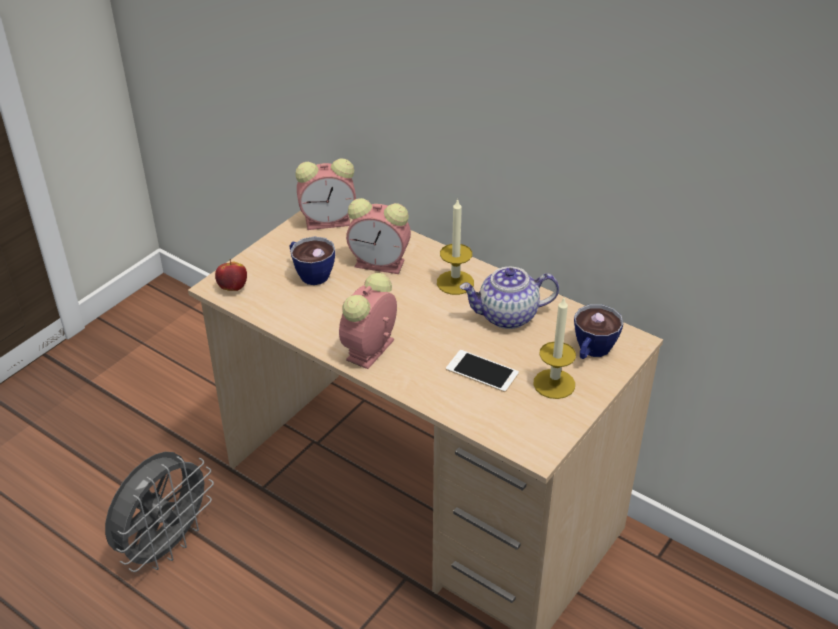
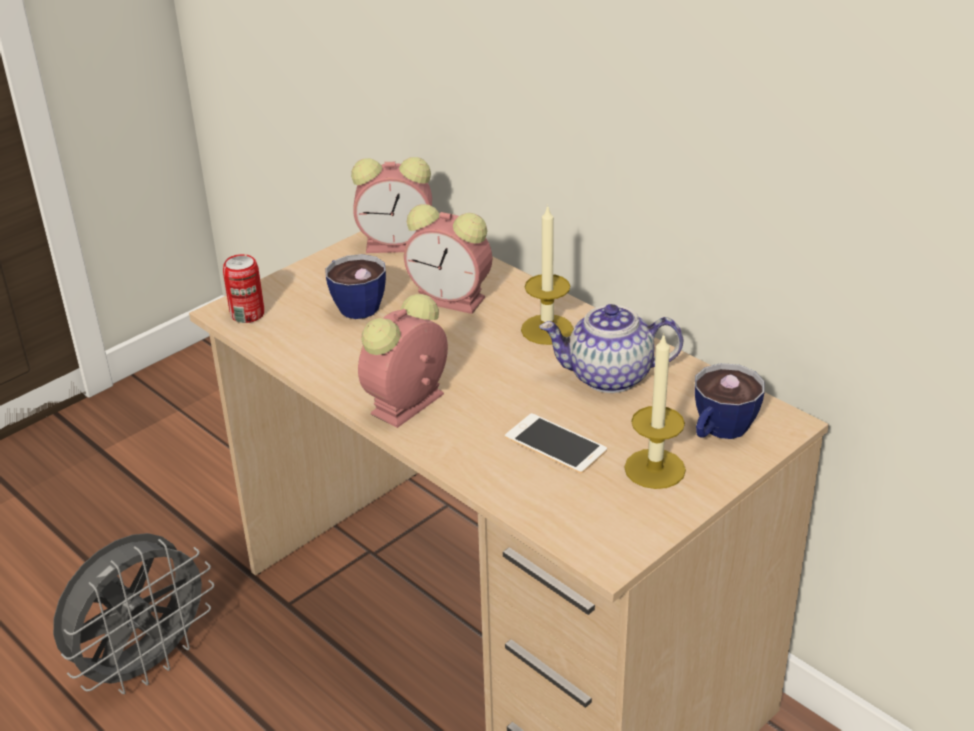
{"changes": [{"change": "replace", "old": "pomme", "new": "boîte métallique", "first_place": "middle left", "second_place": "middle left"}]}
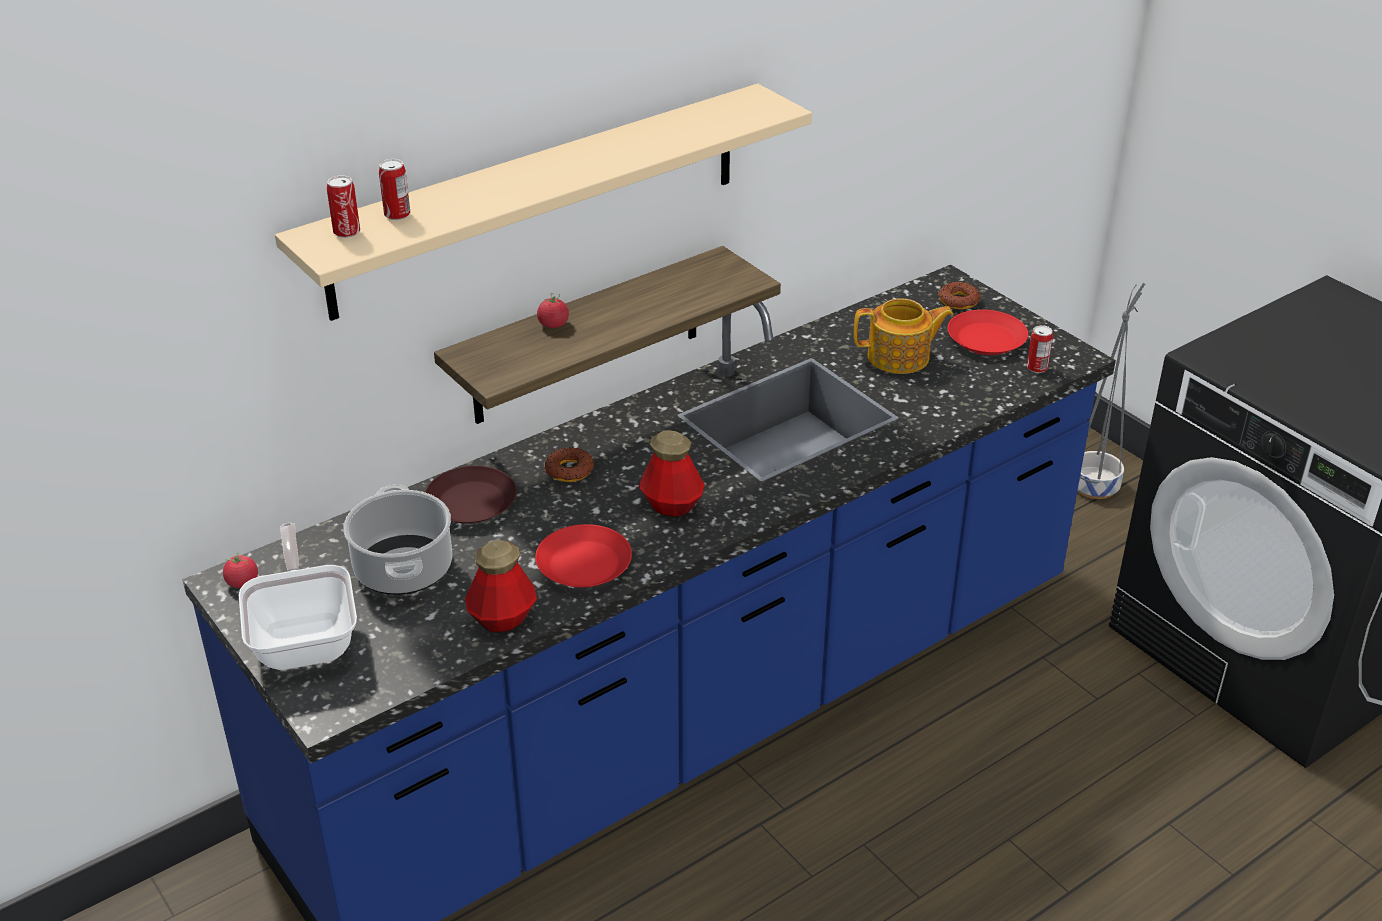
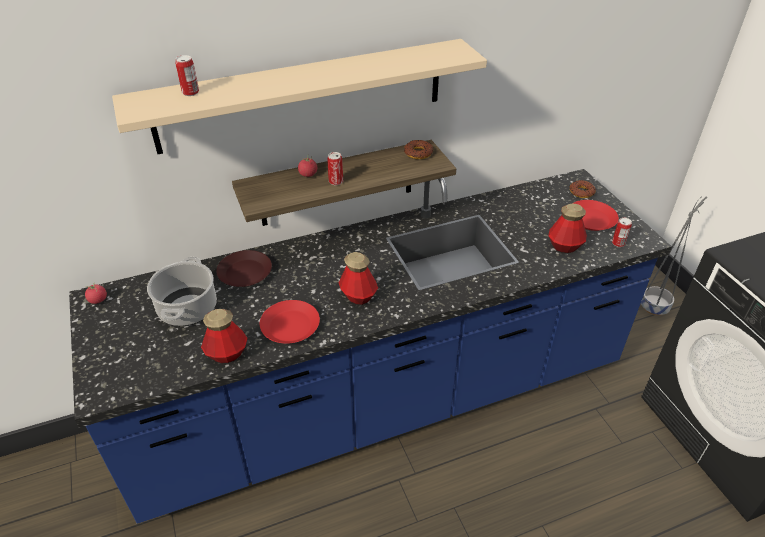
{"changes": [{"change": "move", "old": "boîte métallique (1st from left in the first image)", "new": "boîte métallique (2nd from left)", "first_place": "top left", "second_place": "top centre"}, {"change": "move", "old": "beignet (1st from left)", "first_place": "centre", "second_place": "top centre"}, {"change": "insert", "new": "bouteille (3rd from left)", "second_place": "middle right"}, {"change": "delete", "old": "poêle", "first_place": "middle left"}, {"change": "delete", "old": "théière", "first_place": "centre"}]}
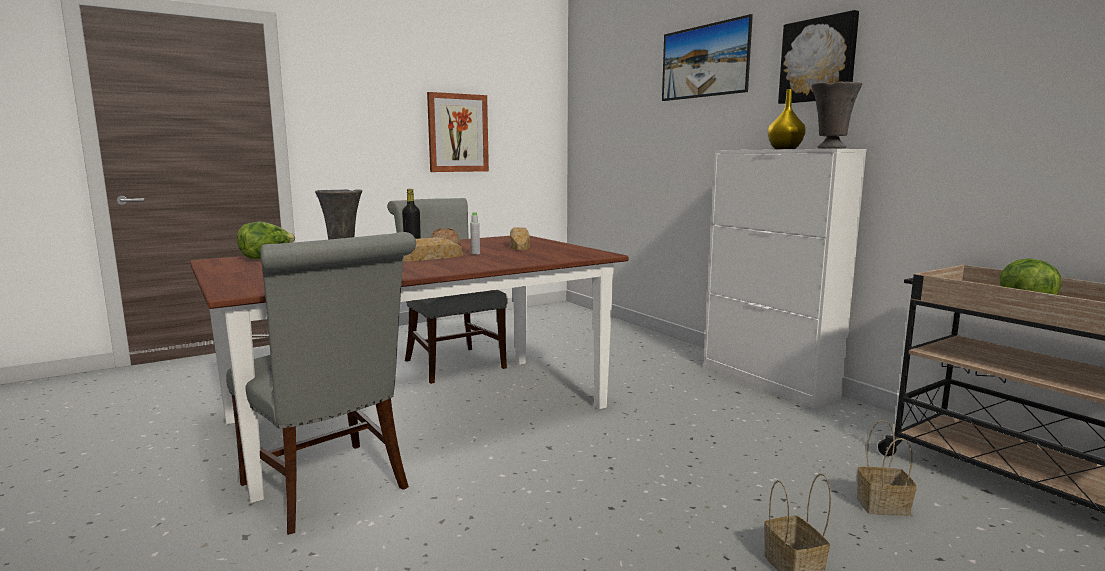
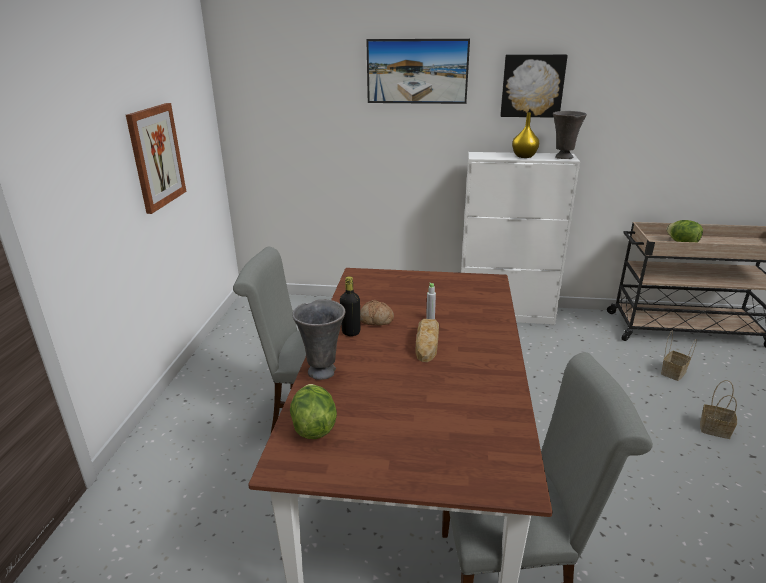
{"changes": [{"change": "delete", "old": "pain (3rd from left)", "first_place": "centre"}]}
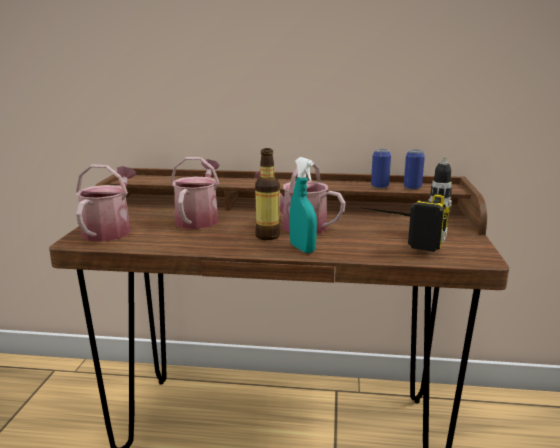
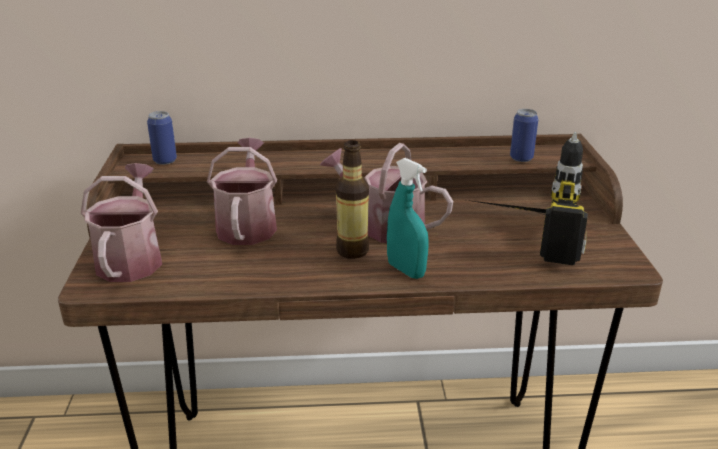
{"changes": [{"change": "move", "old": "boîte métallique (1st from left)", "first_place": "middle right", "second_place": "top left"}]}
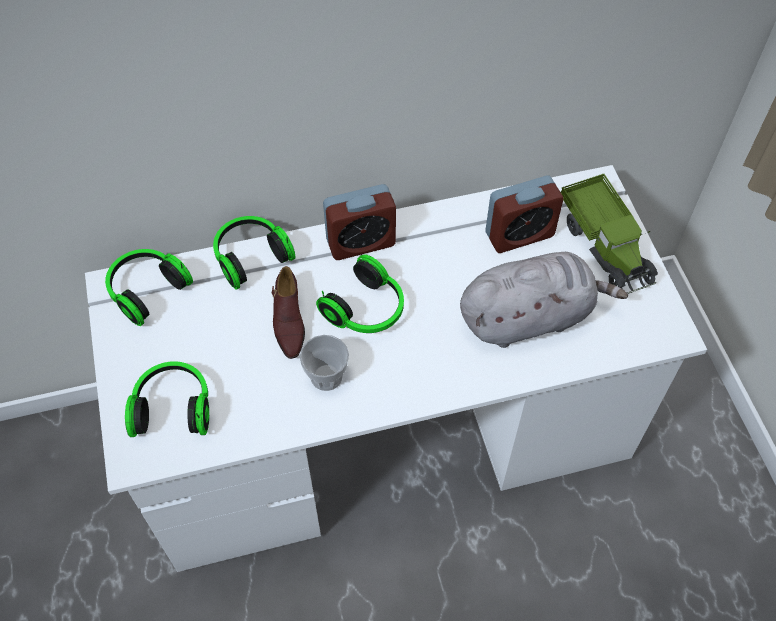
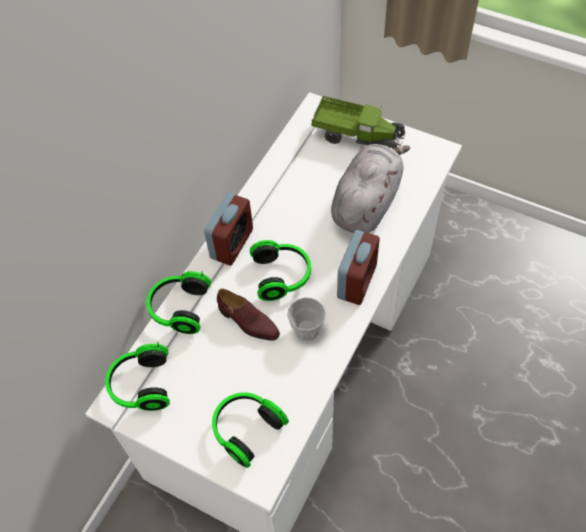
{"changes": [{"change": "move", "old": "réveil (2nd from left)", "first_place": "middle right", "second_place": "centre"}]}
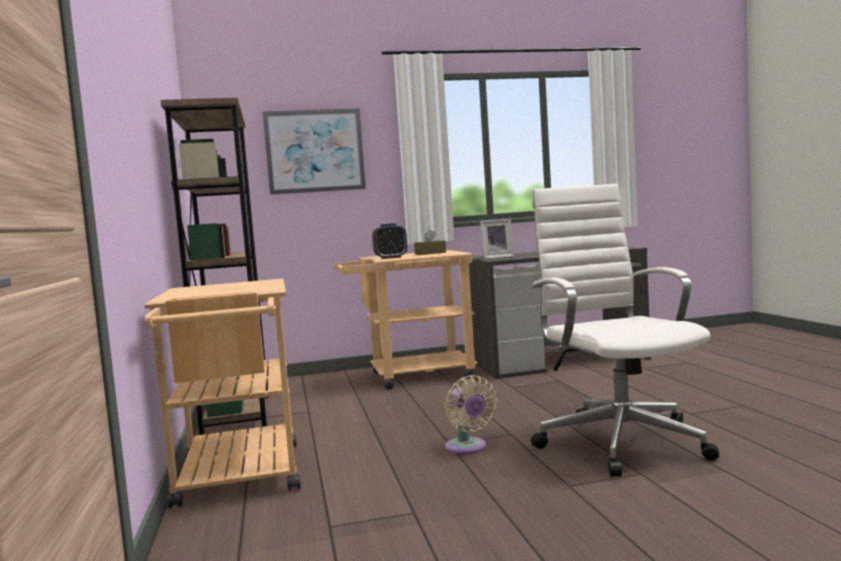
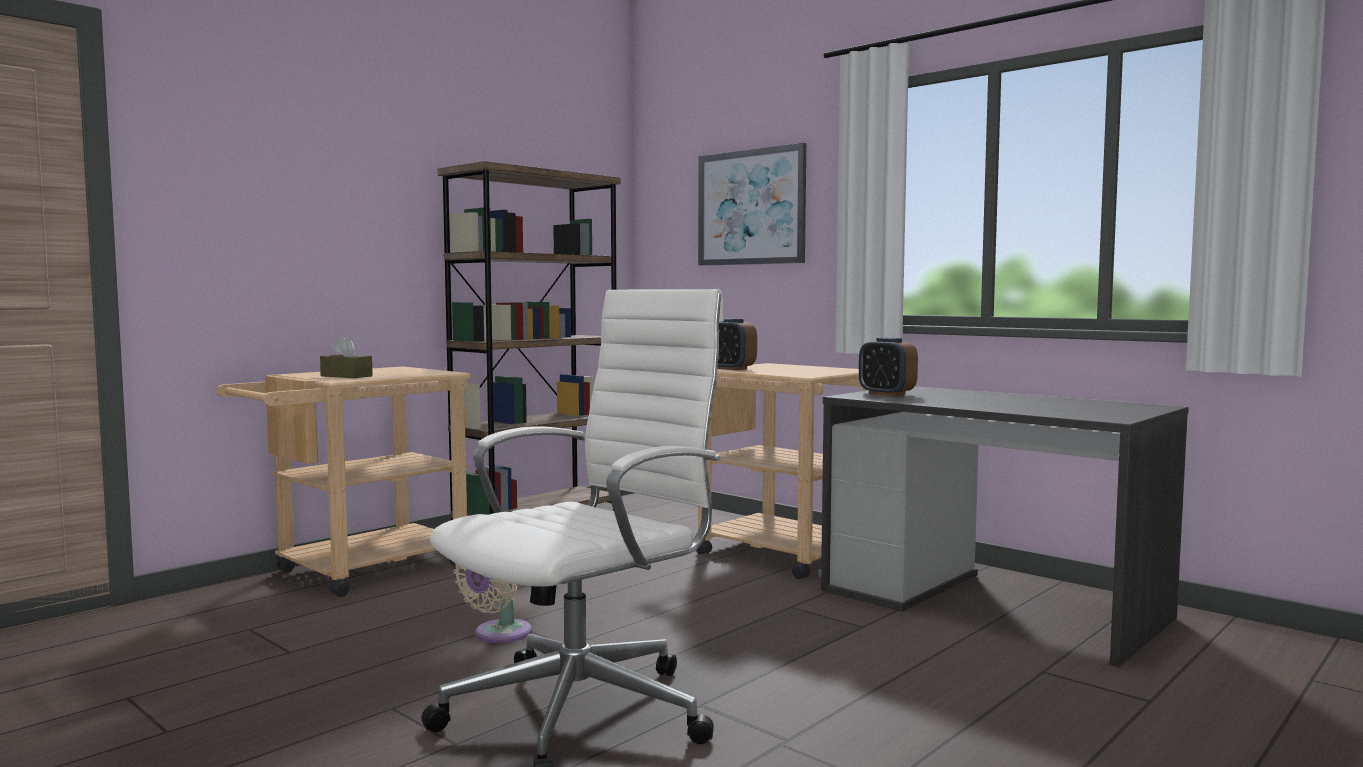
{"changes": [{"change": "move", "old": "boîte à mouchoirs/marron", "first_place": "centre", "second_place": "middle left"}, {"change": "replace", "old": "cadre photo", "new": "réveil (2nd from left)", "first_place": "centre", "second_place": "centre"}]}
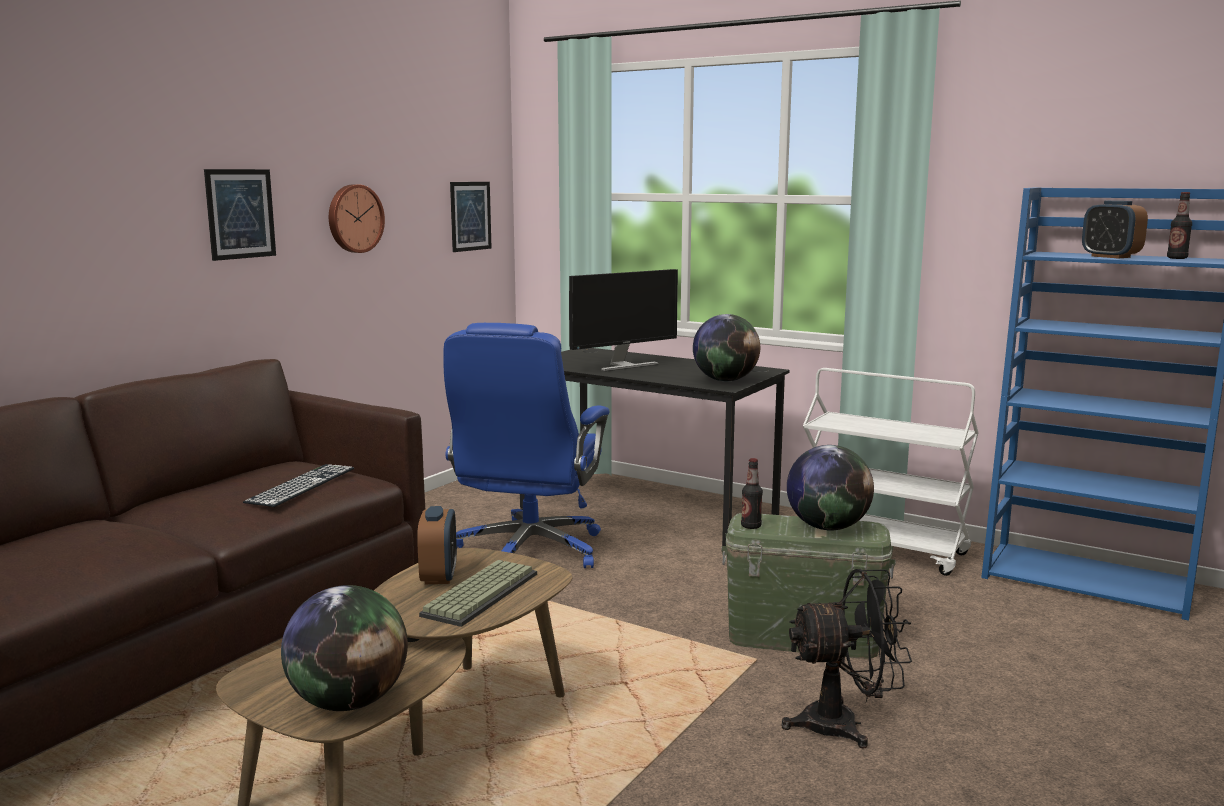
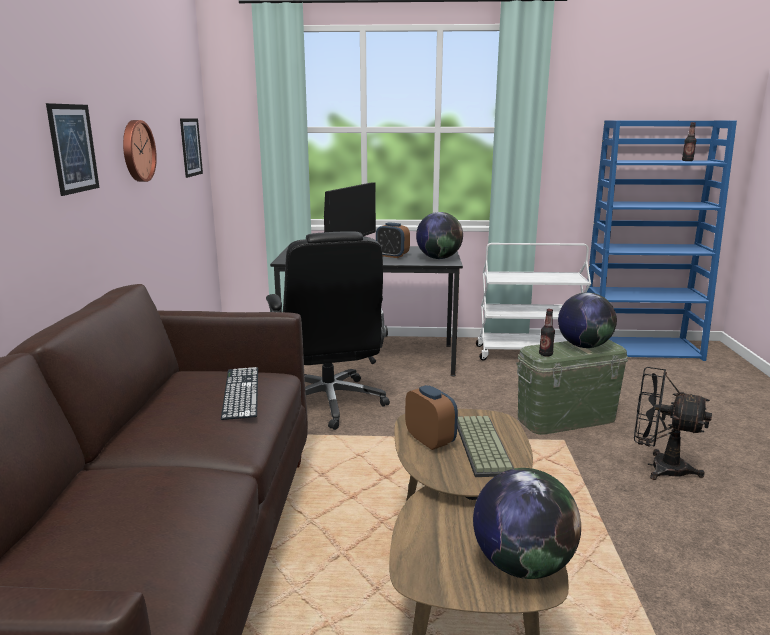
{"changes": [{"change": "recolor", "old": "chaise de bureau/bleu", "new": "chaise de bureau/noir", "first_place": "centre", "second_place": "centre"}, {"change": "move", "old": "réveil (2nd from left in the first image)", "new": "réveil (1st from left)", "first_place": "top right", "second_place": "centre"}, {"change": "rotate", "old": "ventilateur/noir", "first_place": "bottom right", "second_place": "middle right", "degrees": -120}]}
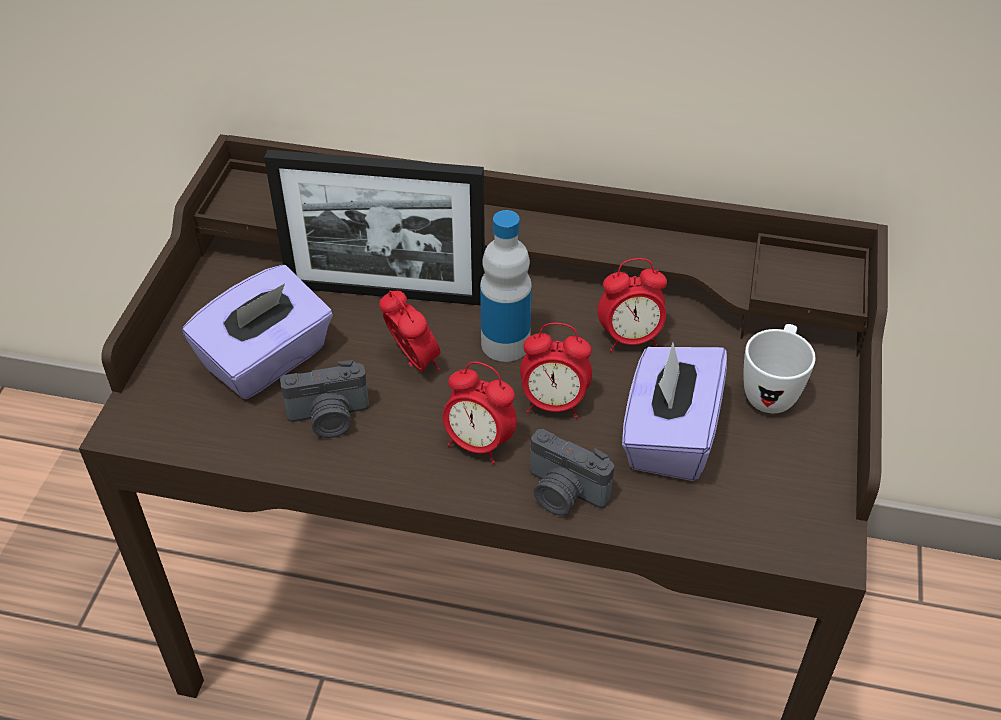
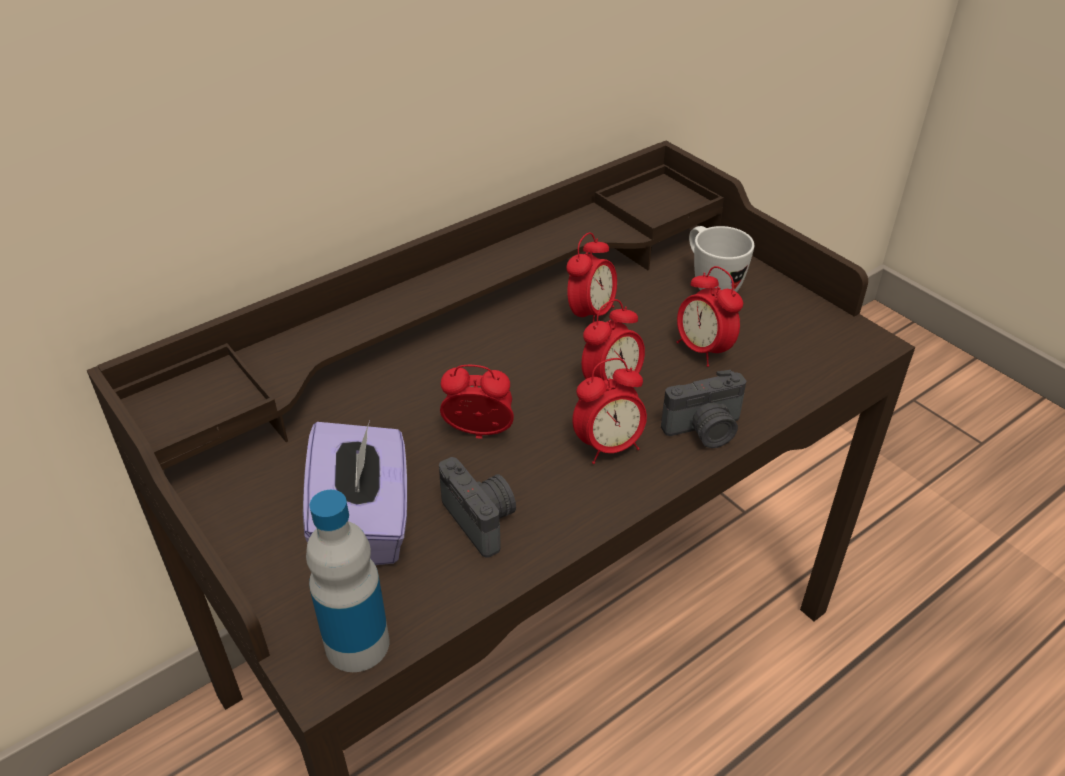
{"changes": [{"change": "move", "old": "bouteille", "first_place": "centre", "second_place": "bottom left"}, {"change": "rotate", "old": "appareil photo (1st from left)", "first_place": "middle left", "second_place": "centre", "degrees": -60}, {"change": "replace", "old": "boîte à mouchoirs/violet (2nd from left)", "new": "réveil (5th from left)", "first_place": "middle right", "second_place": "centre"}, {"change": "delete", "old": "cadre photo", "first_place": "top centre"}]}
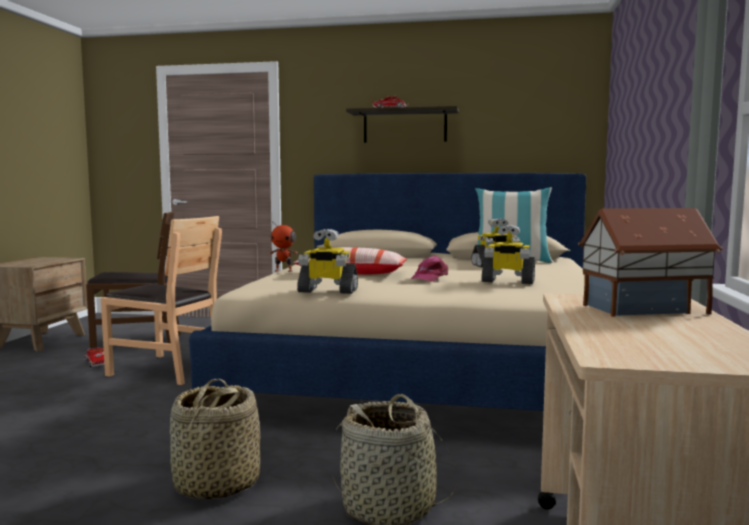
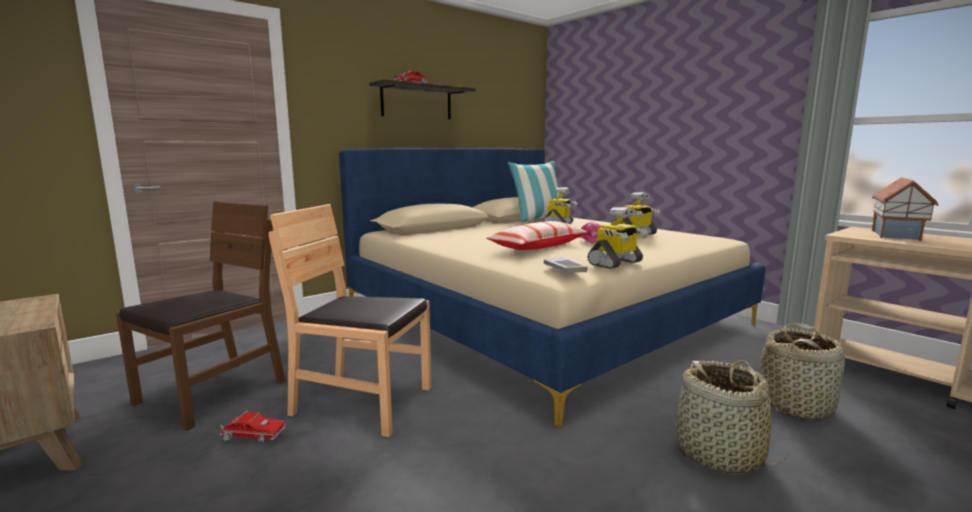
{"changes": [{"change": "rotate", "old": "chaise/marron (2nd from left)", "first_place": "middle left", "second_place": "centre", "degrees": -135}, {"change": "insert", "new": "livre", "second_place": "centre"}, {"change": "delete", "old": "robot jouet (1st from left)", "first_place": "centre"}]}
